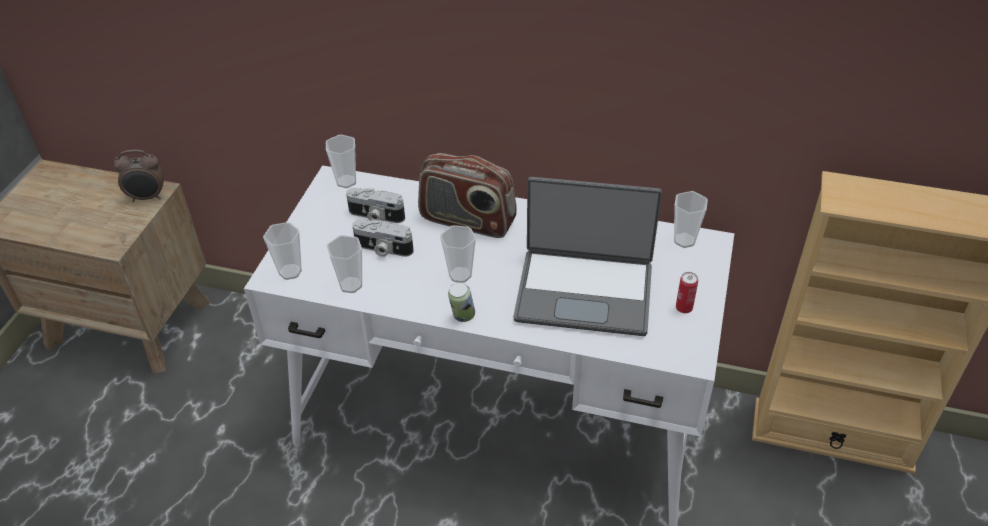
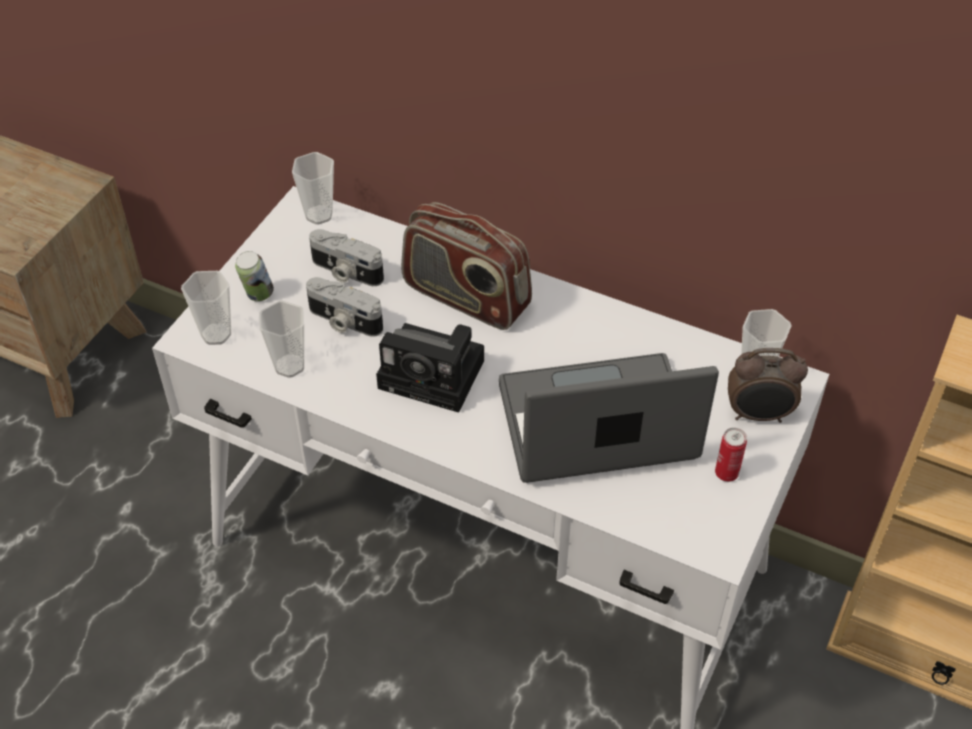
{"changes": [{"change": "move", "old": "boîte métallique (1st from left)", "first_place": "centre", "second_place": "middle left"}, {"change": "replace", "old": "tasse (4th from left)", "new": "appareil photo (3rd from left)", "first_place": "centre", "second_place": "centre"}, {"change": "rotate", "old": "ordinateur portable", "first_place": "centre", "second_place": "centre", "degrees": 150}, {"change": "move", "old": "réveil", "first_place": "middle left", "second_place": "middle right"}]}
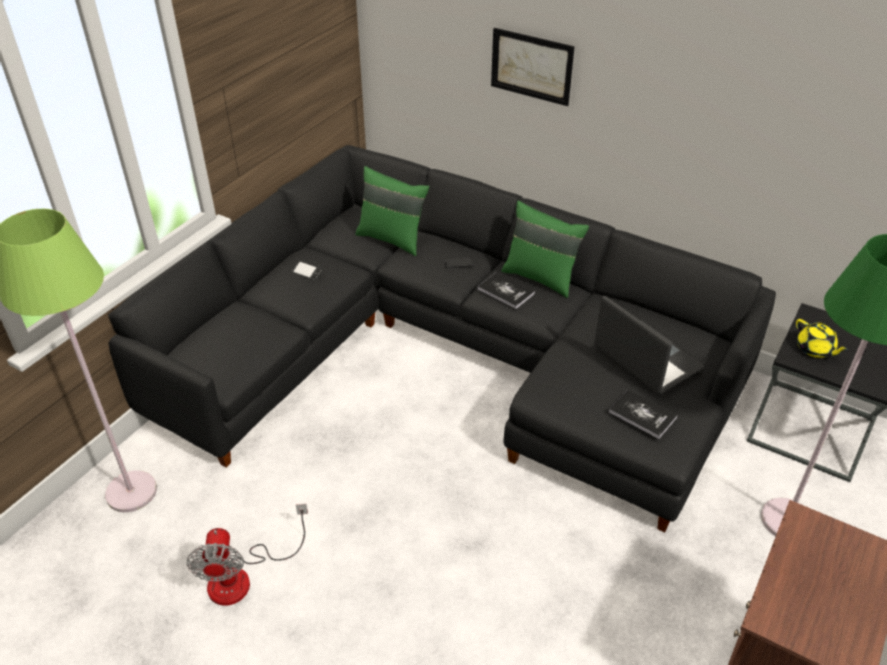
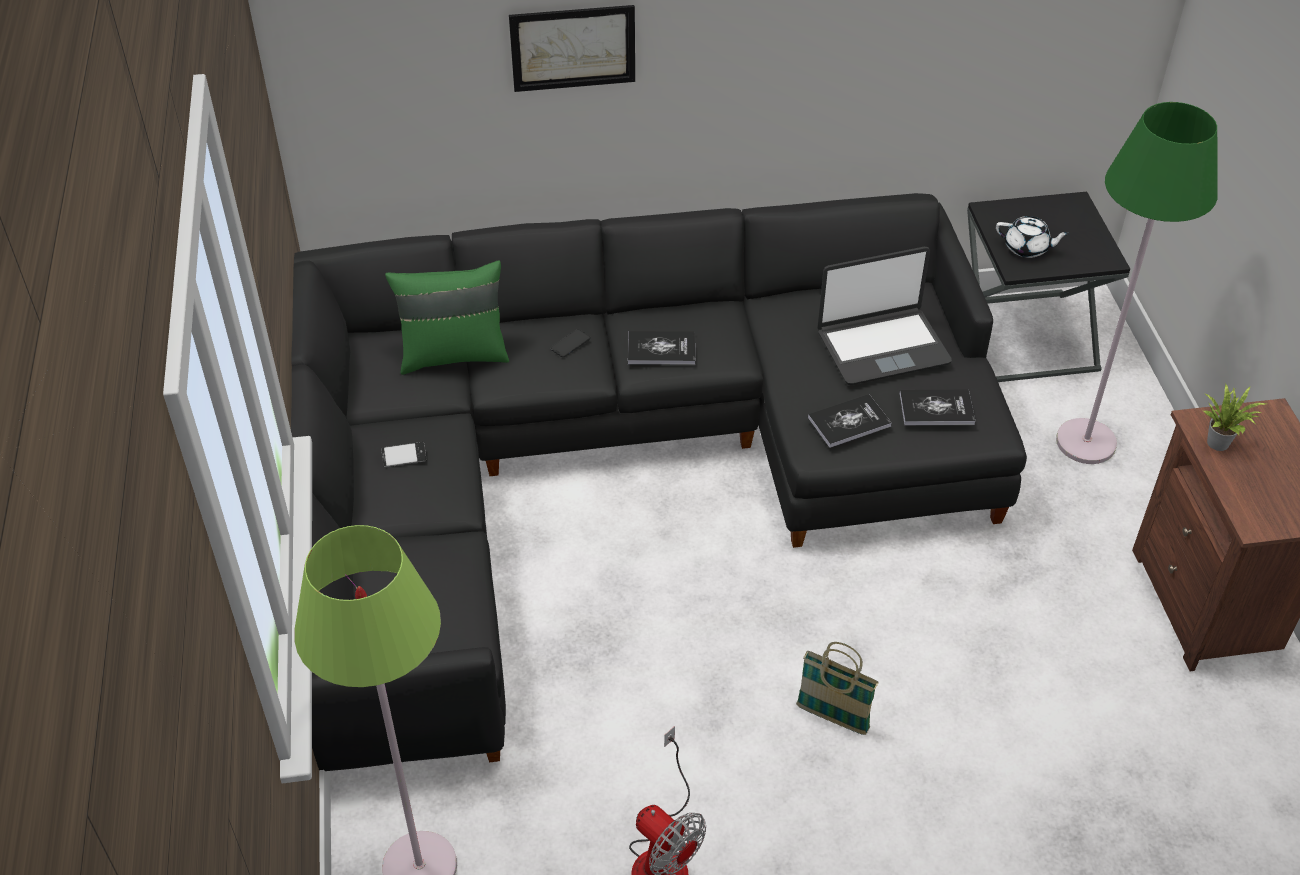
{"changes": [{"change": "insert", "new": "panier", "second_place": "bottom centre"}, {"change": "insert", "new": "livre (2nd from left)", "second_place": "centre"}, {"change": "rotate", "old": "ordinateur portable", "first_place": "middle right", "second_place": "middle right", "degrees": 150}, {"change": "recolor", "old": "théière/jaune", "new": "théière/blanc", "first_place": "middle right", "second_place": "top right"}, {"change": "insert", "new": "plante en pot", "second_place": "middle right"}, {"change": "delete", "old": "coussin/vert (2nd from left)", "first_place": "centre"}]}
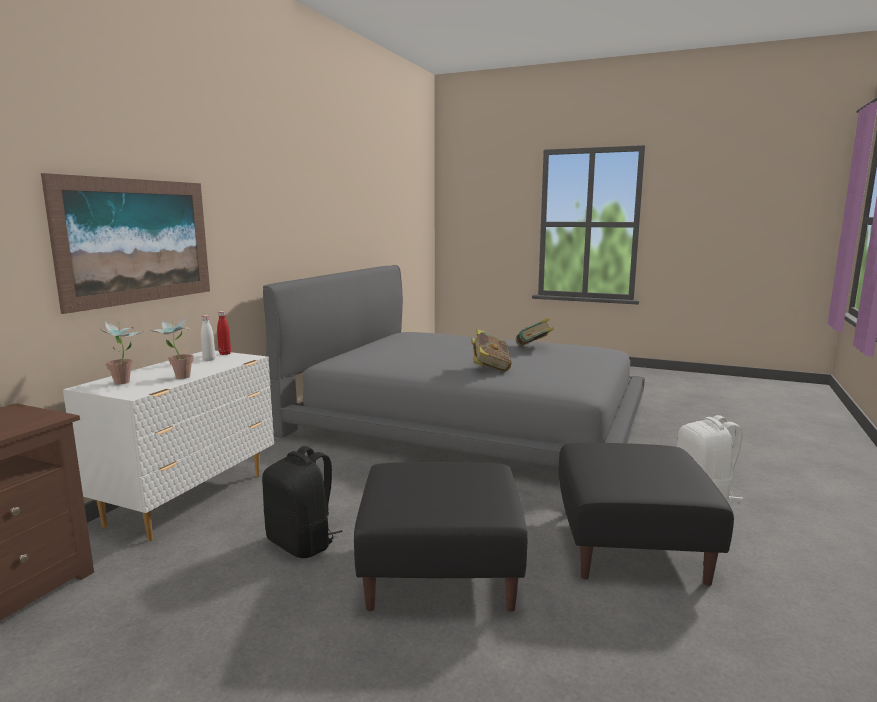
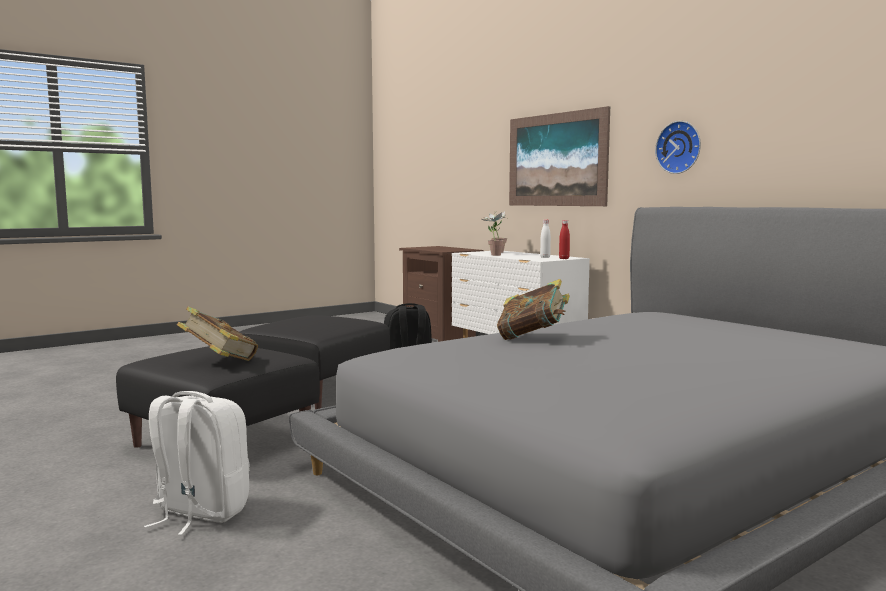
{"changes": [{"change": "move", "old": "livre (2nd from left in the first image)", "new": "livre (1st from left)", "first_place": "centre", "second_place": "middle left"}, {"change": "insert", "new": "horloge murale", "second_place": "top right"}]}
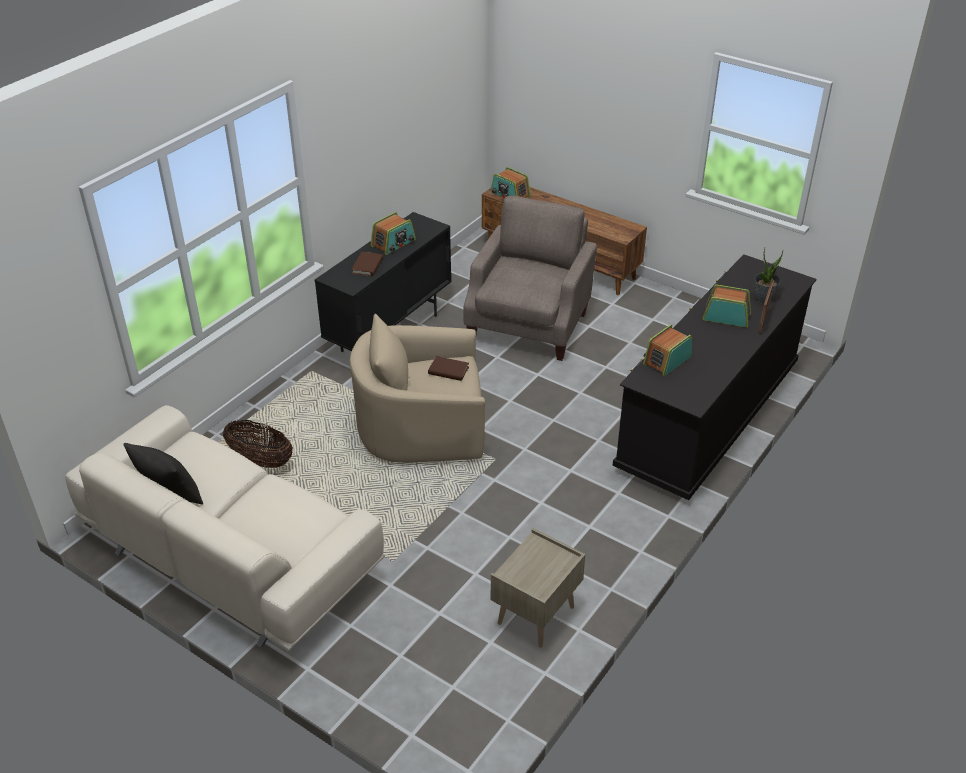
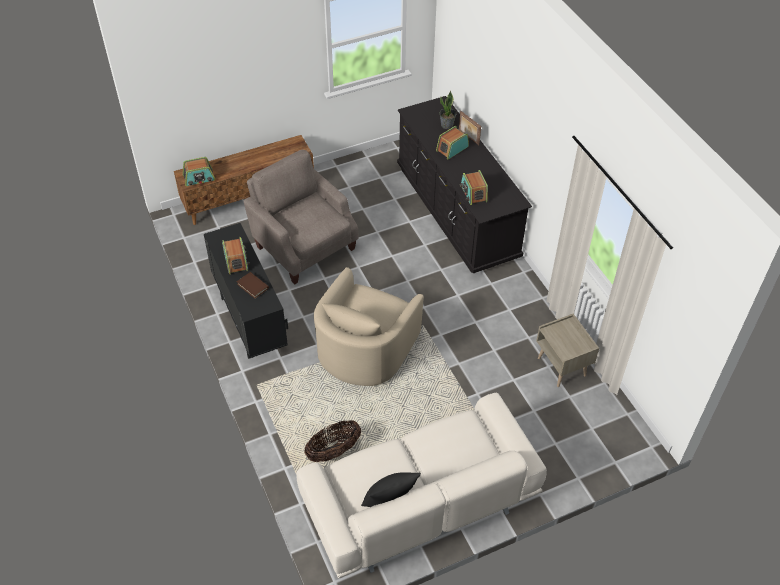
{"changes": [{"change": "delete", "old": "livre/marron (2nd from left)", "first_place": "centre"}]}
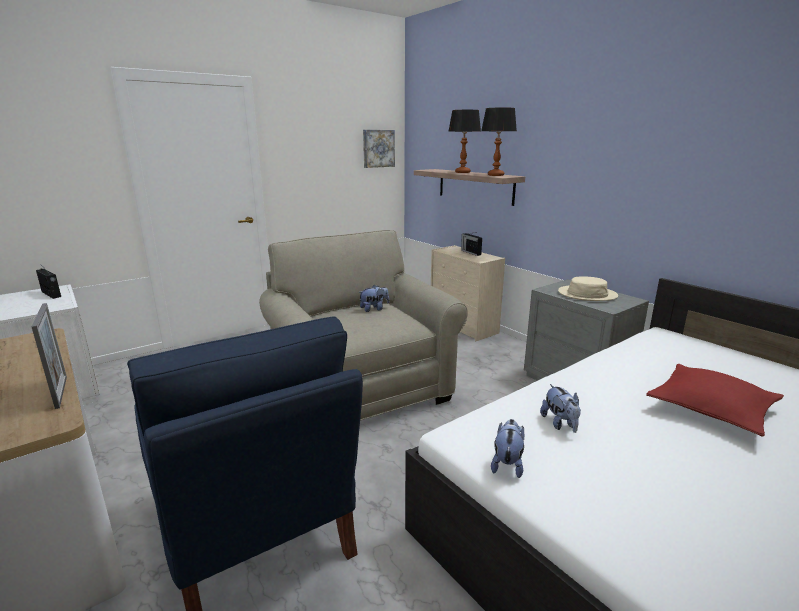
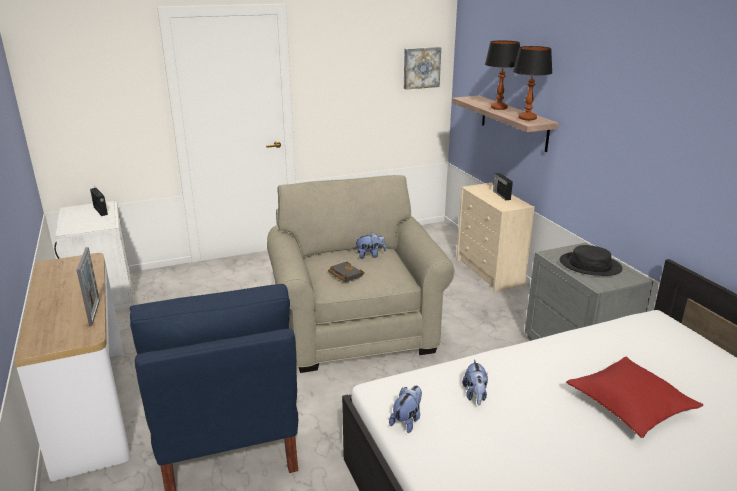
{"changes": [{"change": "insert", "new": "livre/noir", "second_place": "centre"}, {"change": "recolor", "old": "chapeau/beige", "new": "chapeau/noir", "first_place": "middle right", "second_place": "middle right"}]}
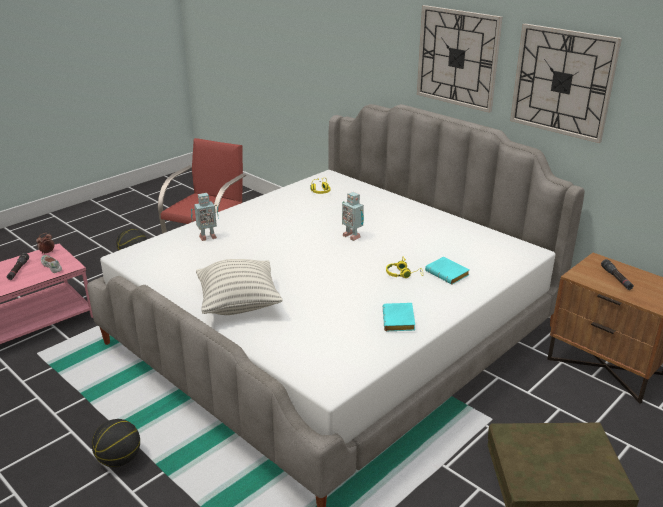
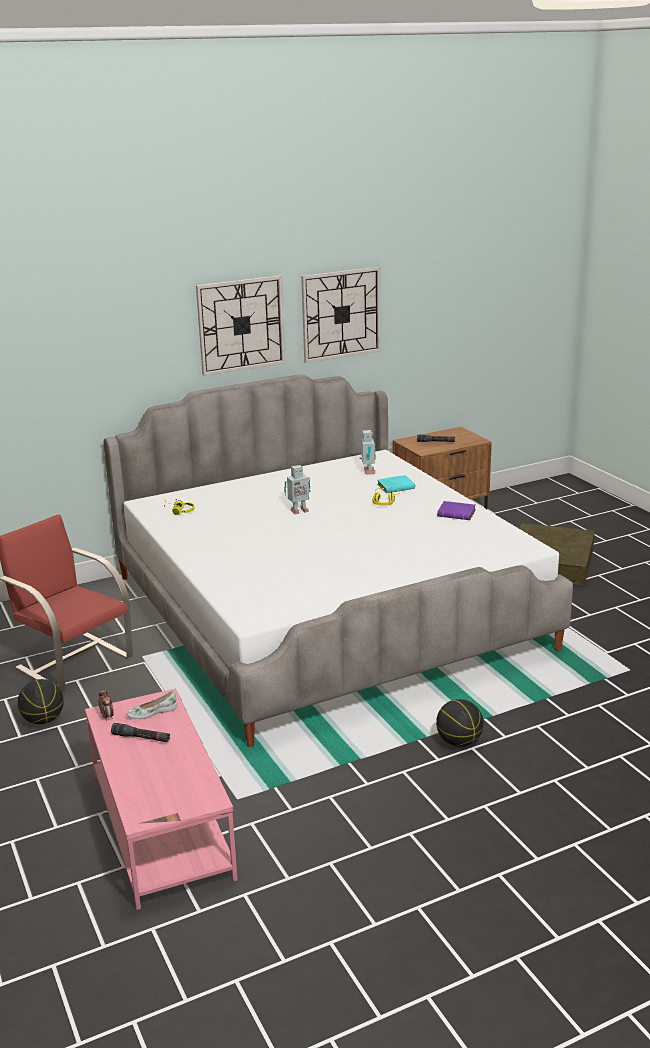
{"changes": [{"change": "move", "old": "robot jouet (1st from left in the first image)", "new": "robot jouet (2nd from left)", "first_place": "middle left", "second_place": "centre"}, {"change": "recolor", "old": "livre/turquoise (1st from left)", "new": "livre/violet", "first_place": "centre", "second_place": "middle right"}, {"change": "delete", "old": "coussin", "first_place": "centre"}]}
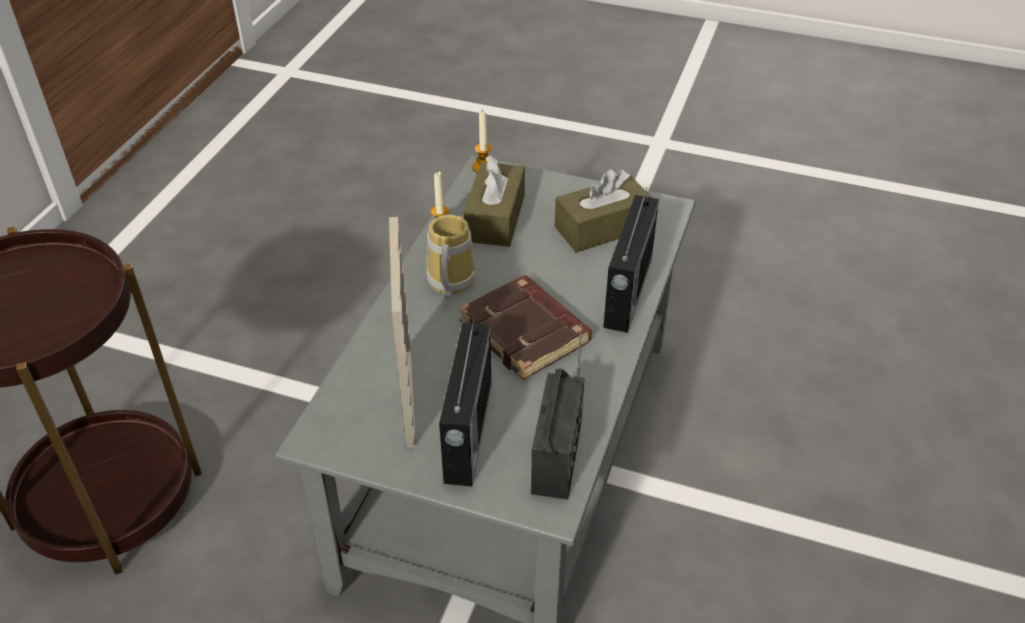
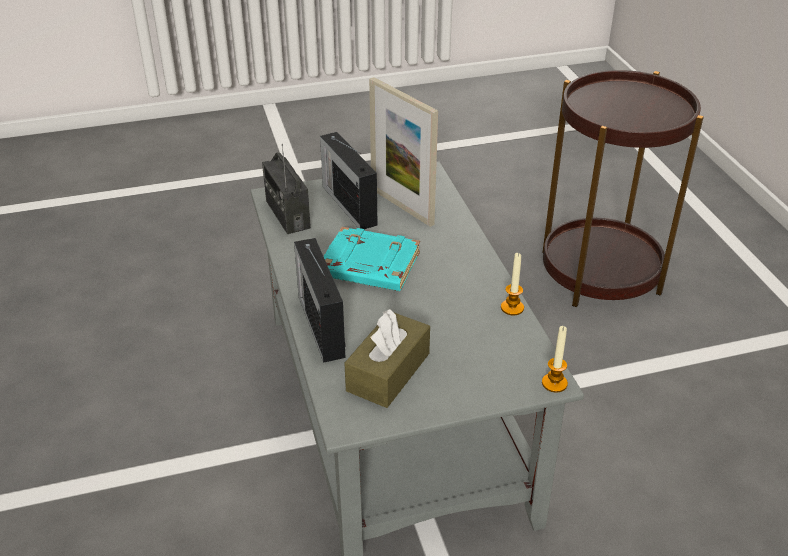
{"changes": [{"change": "recolor", "old": "livre/marron", "new": "livre/turquoise", "first_place": "centre", "second_place": "centre"}, {"change": "delete", "old": "mug", "first_place": "centre"}, {"change": "delete", "old": "boîte à mouchoirs/marron (1st from left)", "first_place": "top centre"}]}
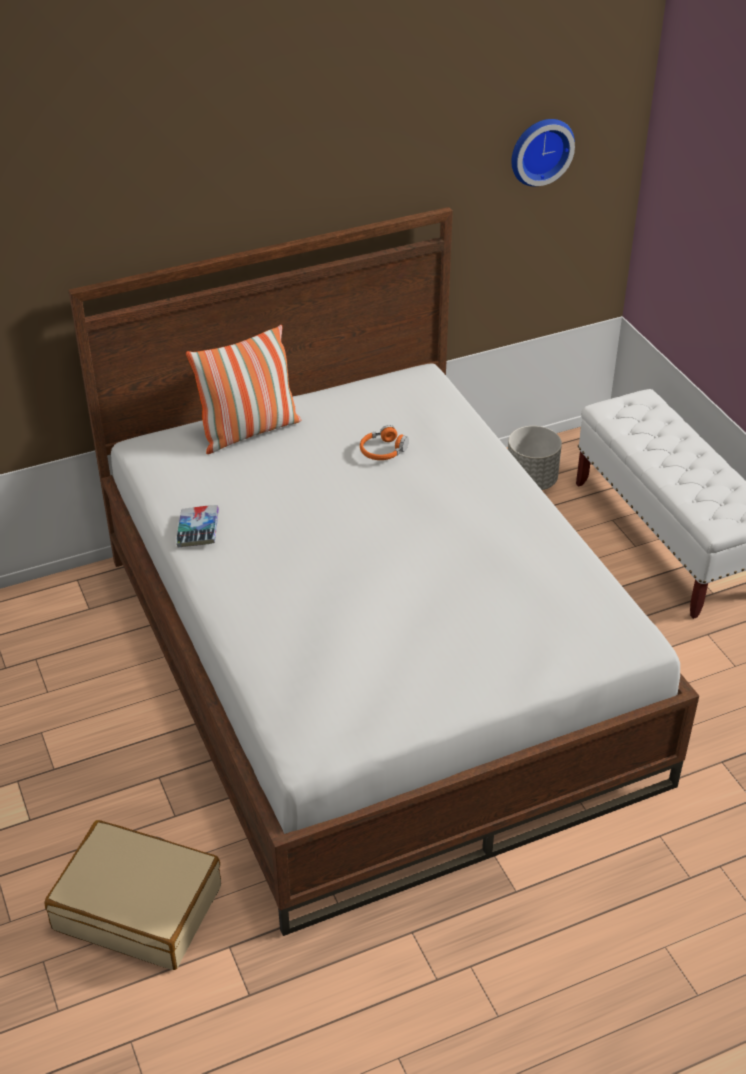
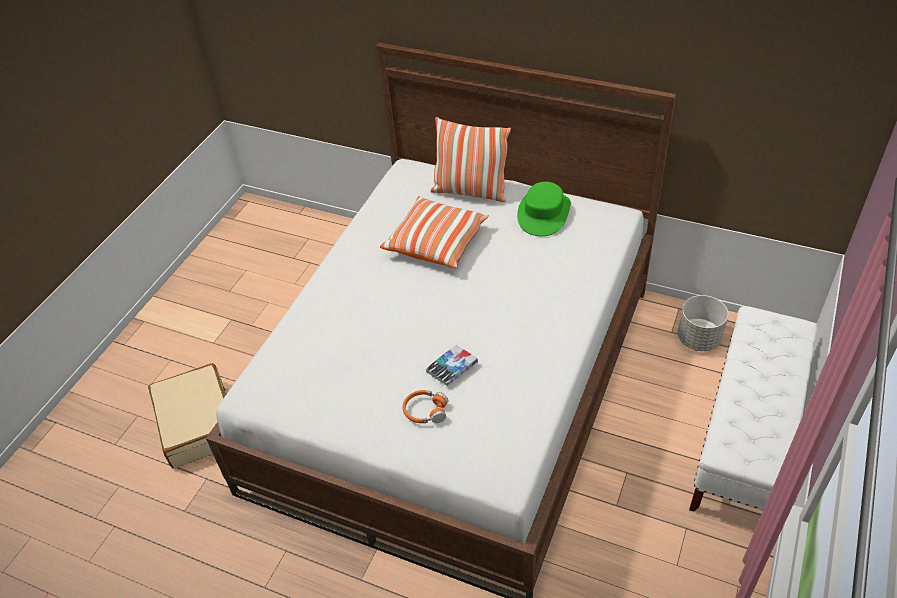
{"changes": [{"change": "insert", "new": "coussin (1st from left)", "second_place": "centre"}, {"change": "move", "old": "casque audio/orange", "first_place": "centre", "second_place": "bottom centre"}, {"change": "move", "old": "livre", "first_place": "middle left", "second_place": "centre"}, {"change": "insert", "new": "chapeau/vert", "second_place": "centre"}, {"change": "delete", "old": "horloge murale", "first_place": "top right"}]}
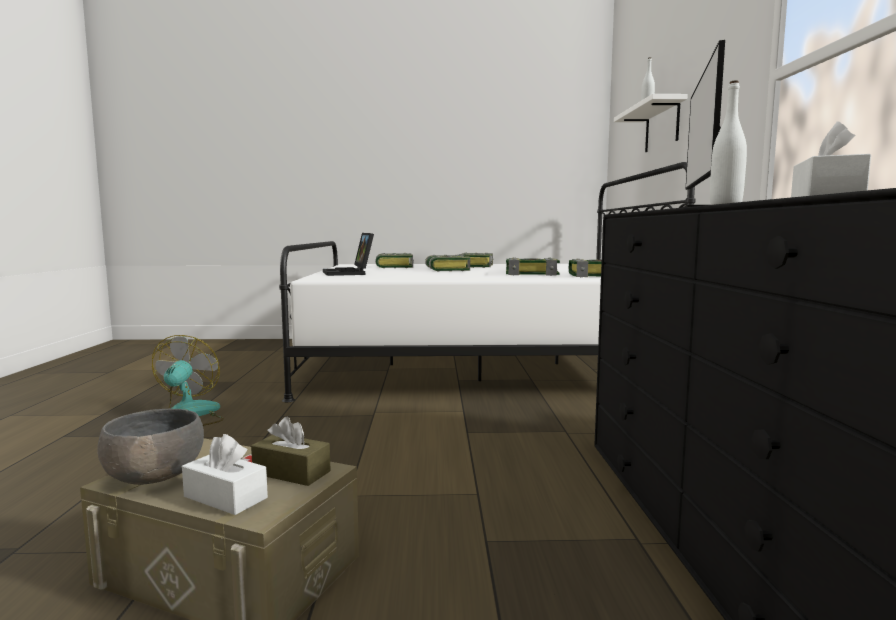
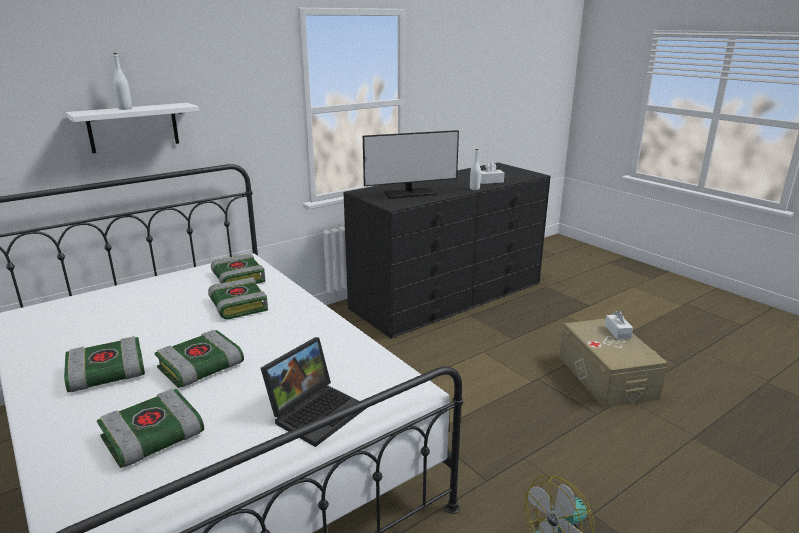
{"changes": [{"change": "delete", "old": "bol/gris", "first_place": "bottom left"}, {"change": "delete", "old": "boîte à mouchoirs/marron", "first_place": "bottom left"}]}
